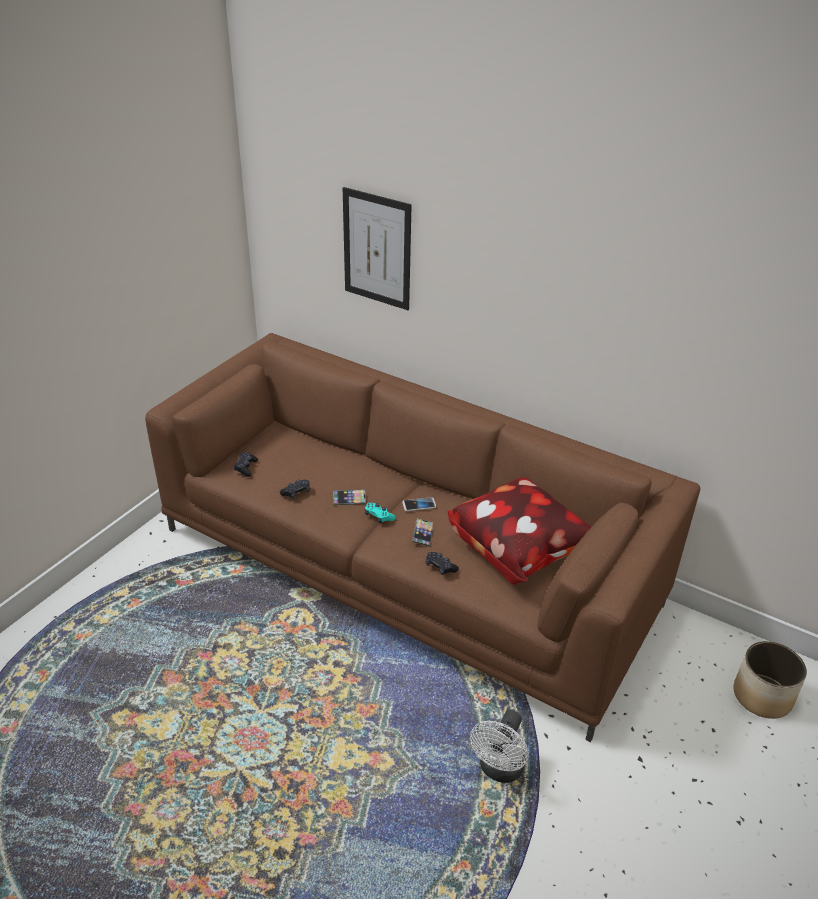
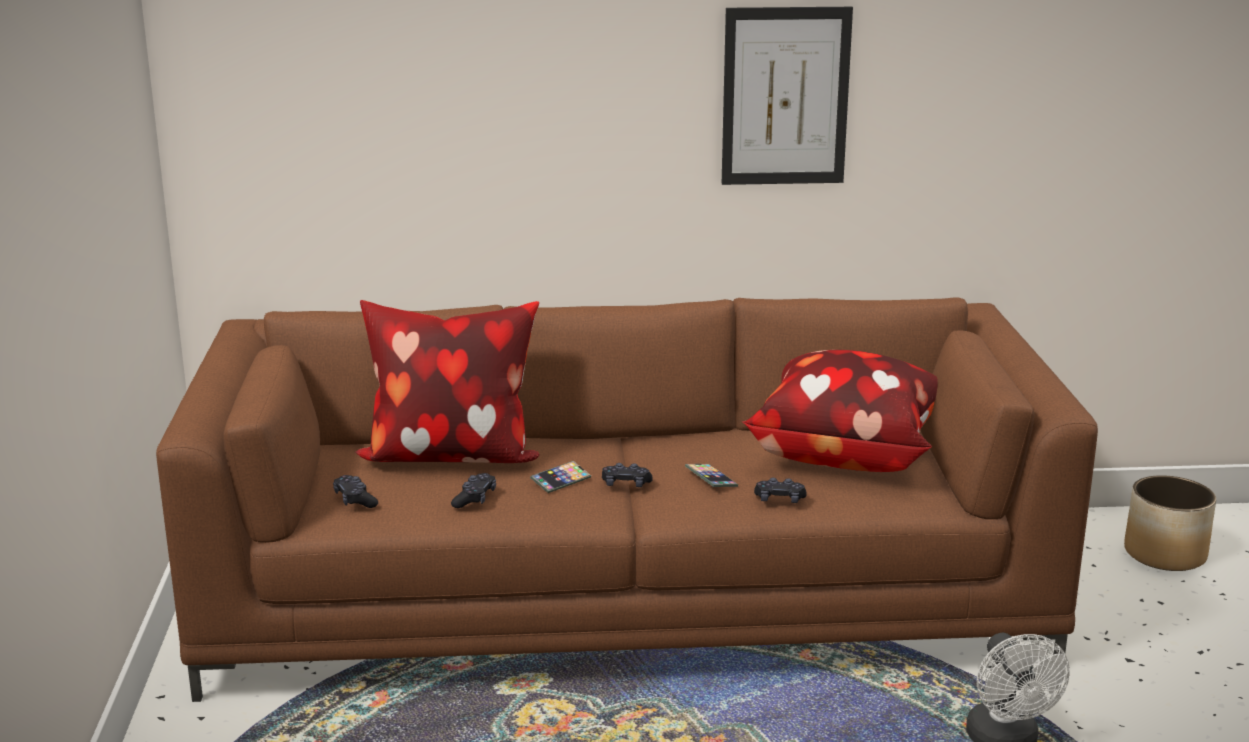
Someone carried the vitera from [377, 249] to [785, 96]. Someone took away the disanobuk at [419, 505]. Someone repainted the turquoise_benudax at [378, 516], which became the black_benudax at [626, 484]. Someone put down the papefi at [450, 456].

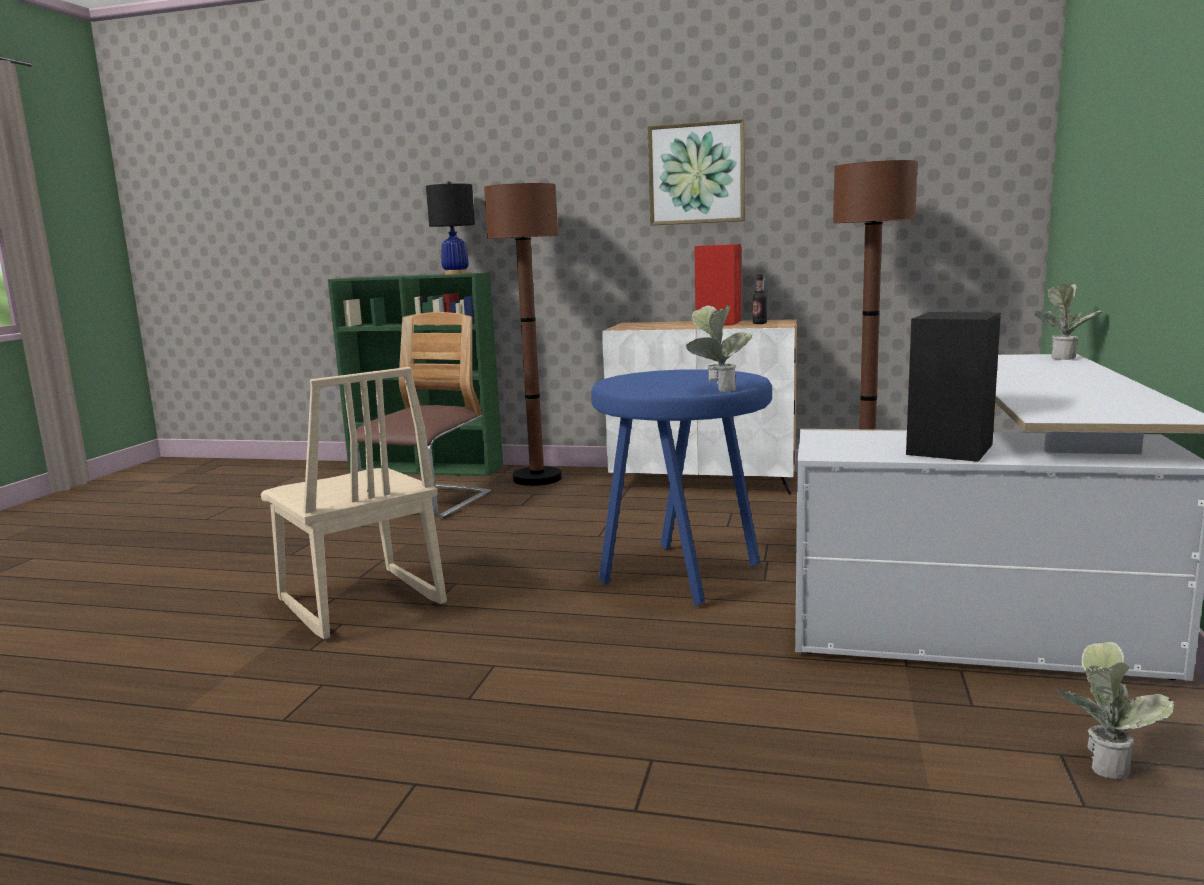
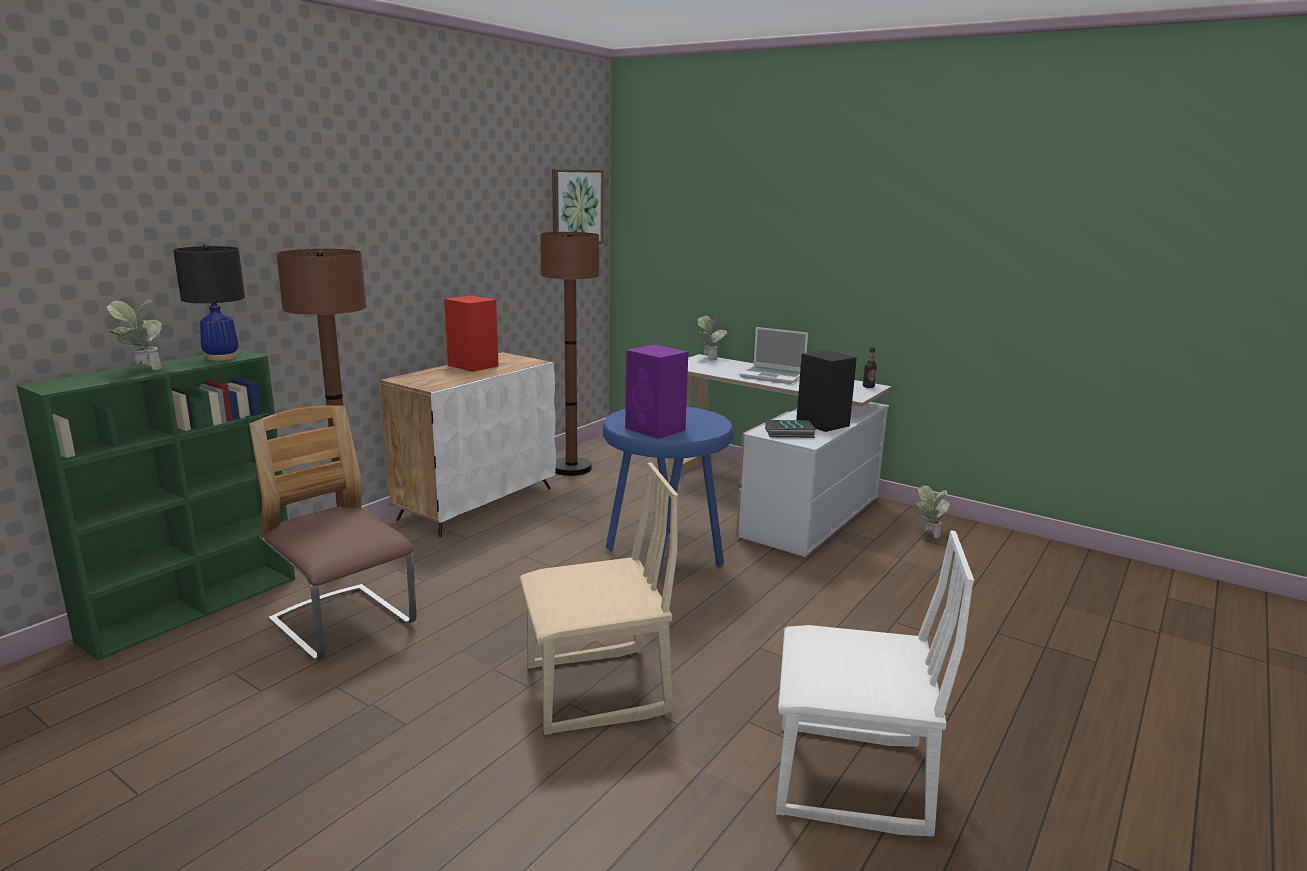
Someone carried the vitera from [696, 174] to [576, 207]. Someone carried the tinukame from [759, 323] to [868, 387]. Someone carried the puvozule from [717, 389] to [142, 369]. Someone put down the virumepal at [773, 376]. Someone put down the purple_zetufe at [656, 429]. Someone put down the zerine at [789, 433]. Someone put down the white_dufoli at [850, 780].

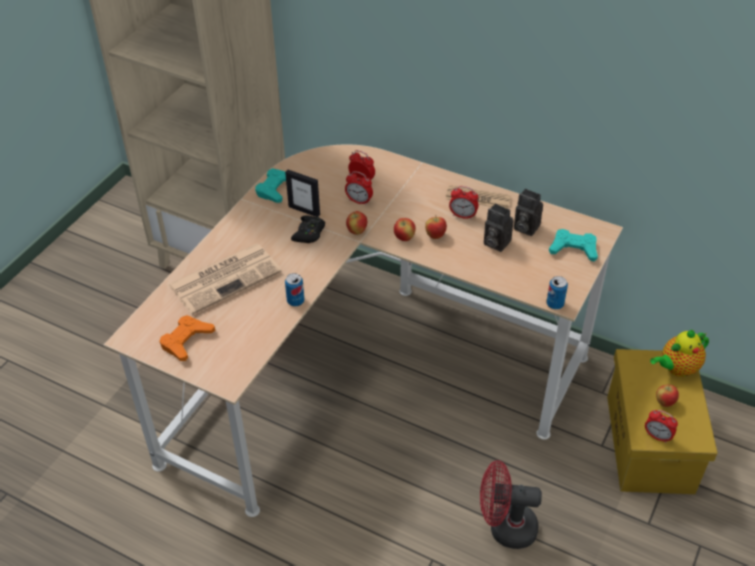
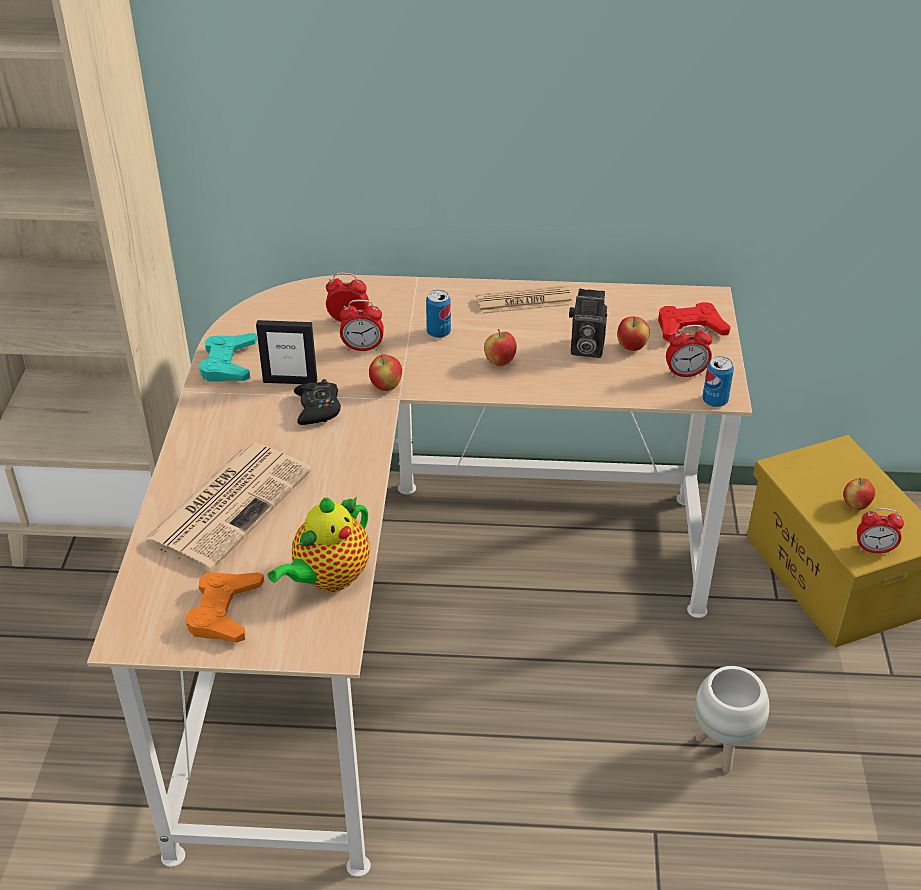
Someone carried the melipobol from [463, 216] to [685, 373]. Someone took away the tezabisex at [524, 227]. Someone carried the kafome from [404, 238] to [631, 347]. Someone repainted the turquoise_benudax at [573, 249], which became the red_benudax at [690, 328]. Someone carried the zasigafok from [295, 301] to [438, 332]. Someone carried the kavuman from [676, 368] to [328, 578]. Someone swapped the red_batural at [505, 528] for the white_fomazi at [723, 749].

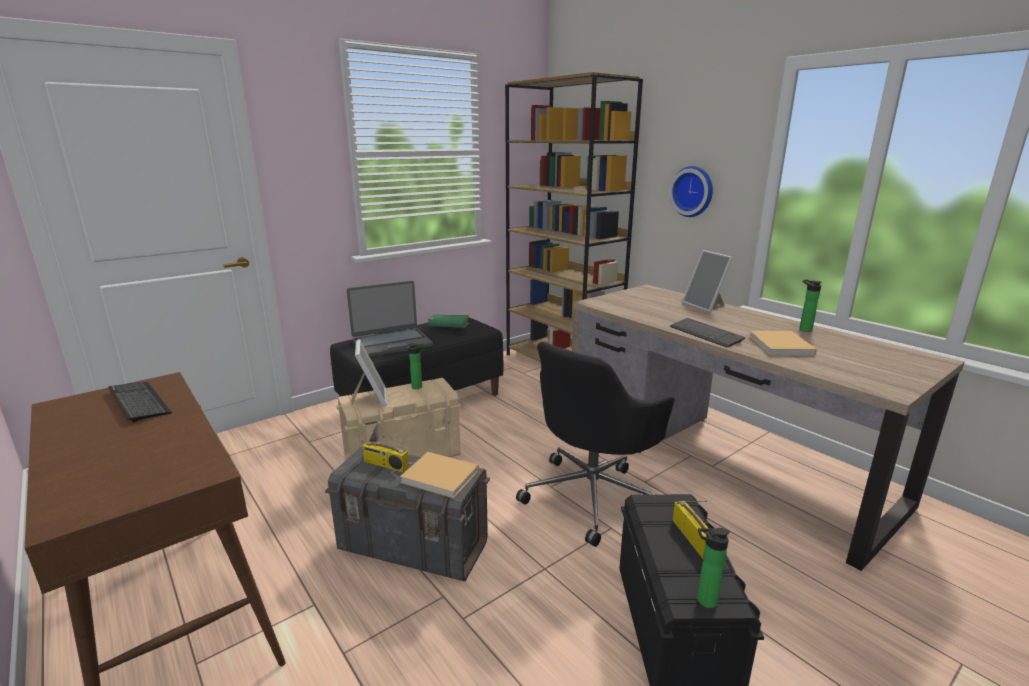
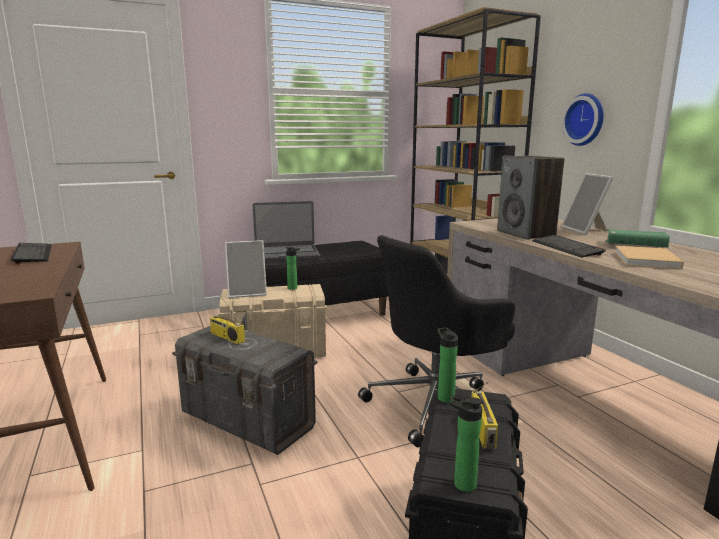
Someone carried the tinukame from [803, 329] to [444, 397]. Someone carried the green_zerine from [449, 327] to [635, 246]. Someone rotated the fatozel at [370, 399] by 75 degrees clockwise. Someone took away the beige_zerine at [442, 477]. Someone put down the zetufe at [526, 234].

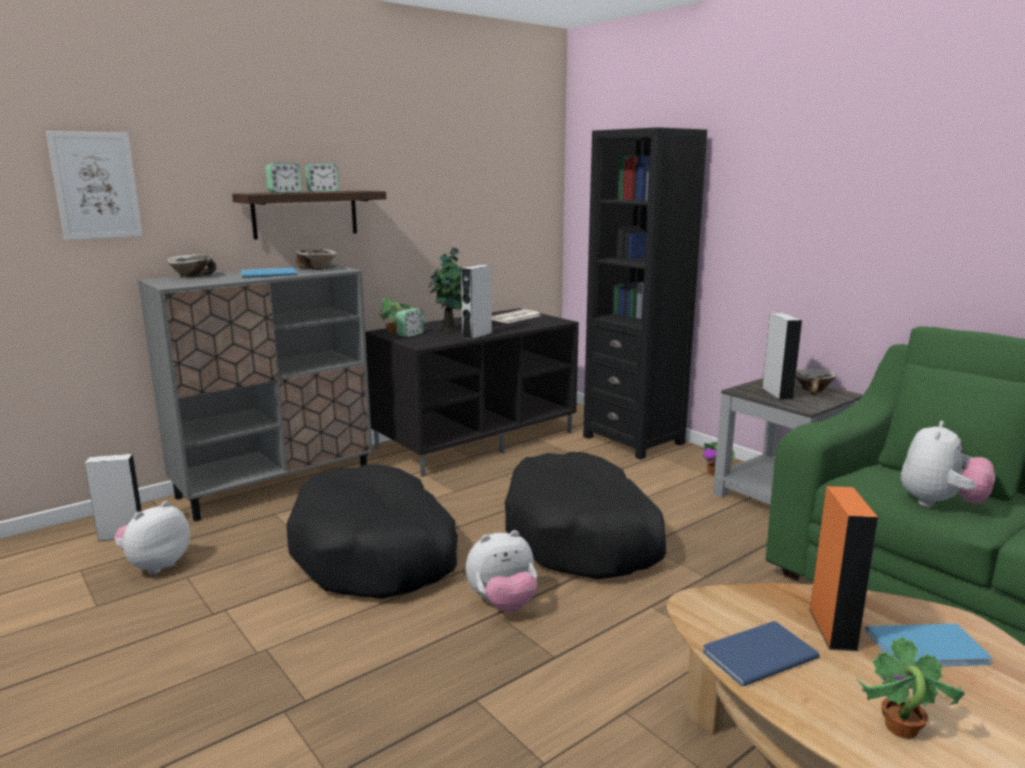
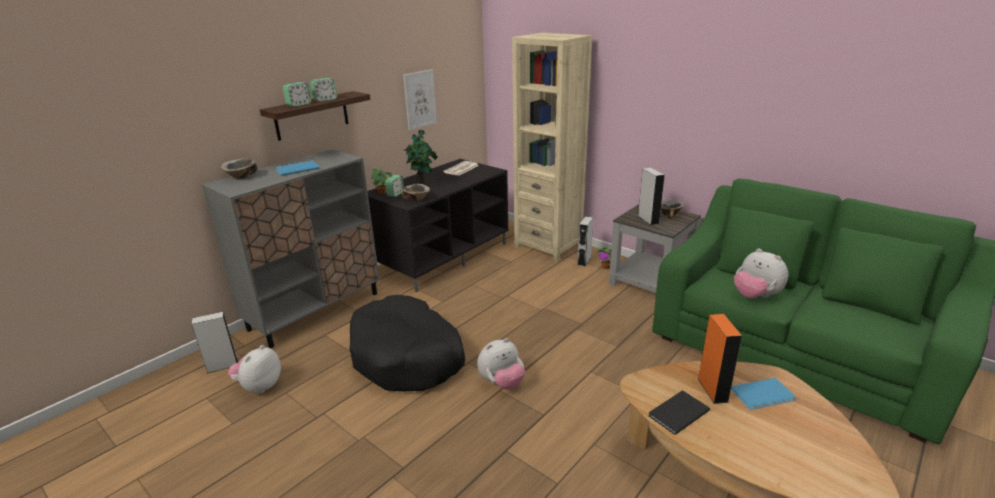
Someone repainted the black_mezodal at [633, 440], which became the beige_mezodal at [548, 246]. Someone carried the vitera from [96, 186] to [420, 99]. Someone carried the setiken from [317, 269] to [417, 199]. Someone carried the grey_zetufe from [477, 335] to [584, 261]. Someone rotated the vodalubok at [939, 504] by 120 degrees clockwise. Someone took away the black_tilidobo at [583, 536]. Someone repainted the blue_zerine at [755, 654], which became the black_zerine at [676, 413]. Someone took away the puvozule at [900, 728].

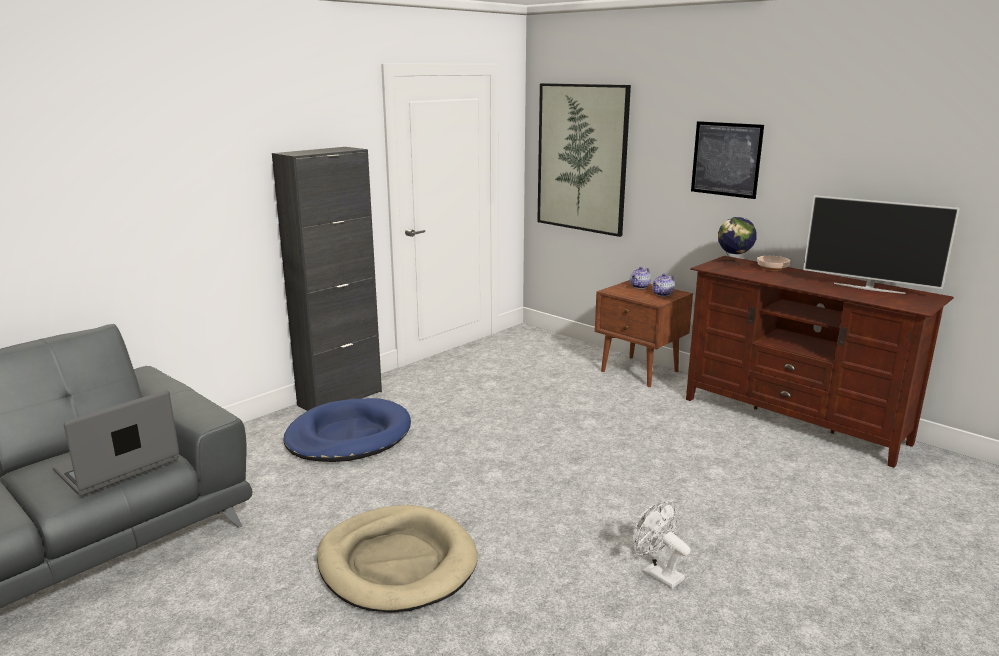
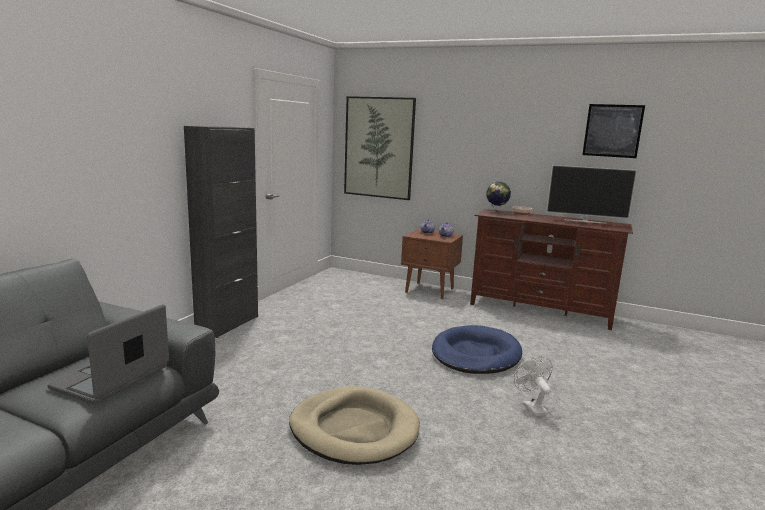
Someone carried the vitera from [726, 159] to [612, 131]. Someone carried the blue_tilidobo from [348, 436] to [475, 354]. Someone rotated the white_batural at [657, 573] by 45 degrees clockwise.

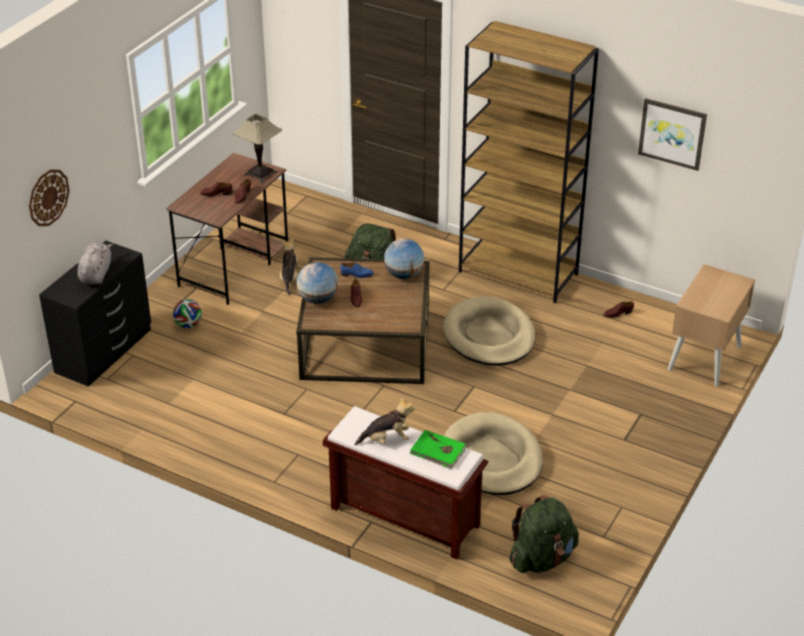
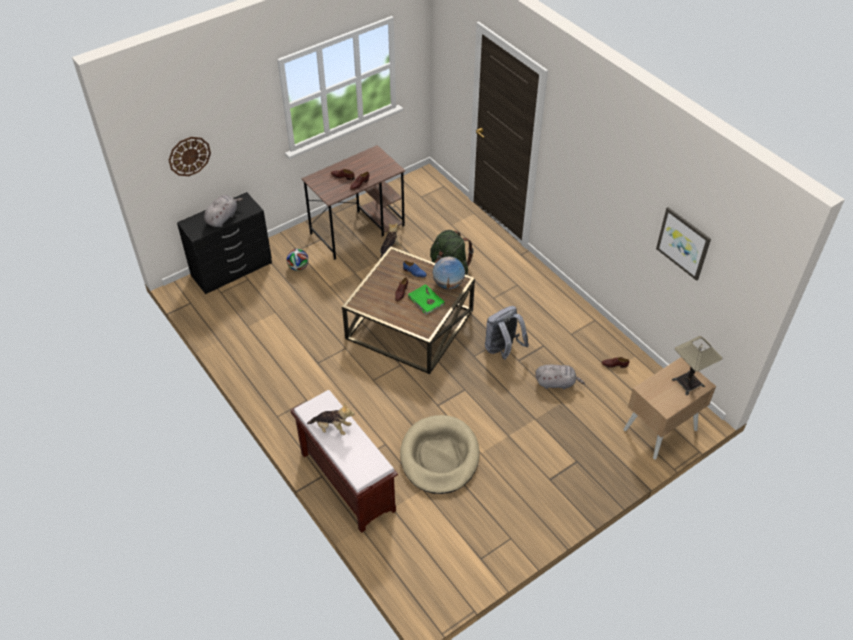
Someone took away the brown_mezodal at [519, 273]. Someone carried the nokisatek from [260, 173] to [688, 382]. Someone took away the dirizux at [318, 299]. Someone swapped the beige_tilidobo at [489, 336] for the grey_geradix at [503, 350]. Someone carried the green_zerine from [438, 451] to [426, 301]. Someone took away the green_geradix at [542, 558]. Someone put down the grey_vodalubok at [556, 383].

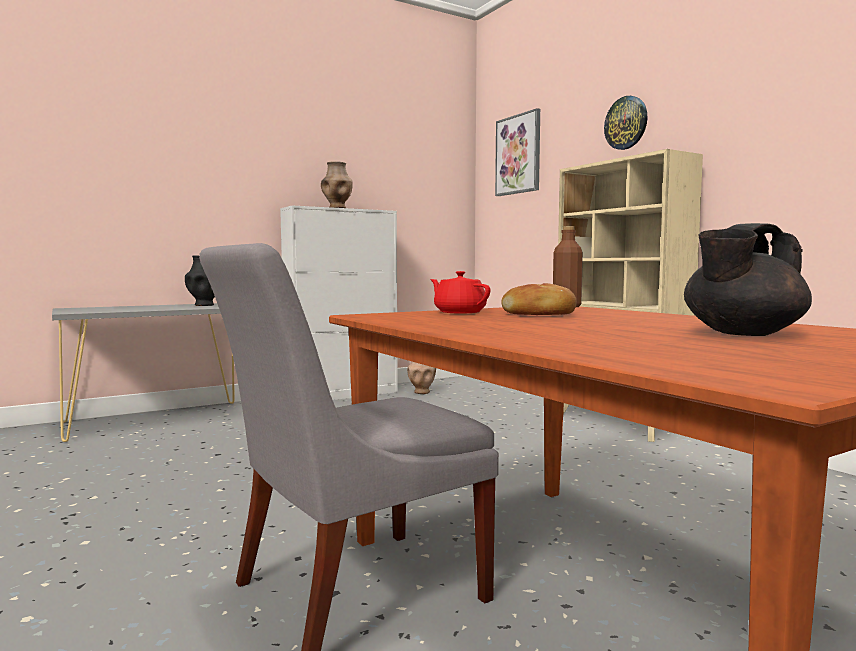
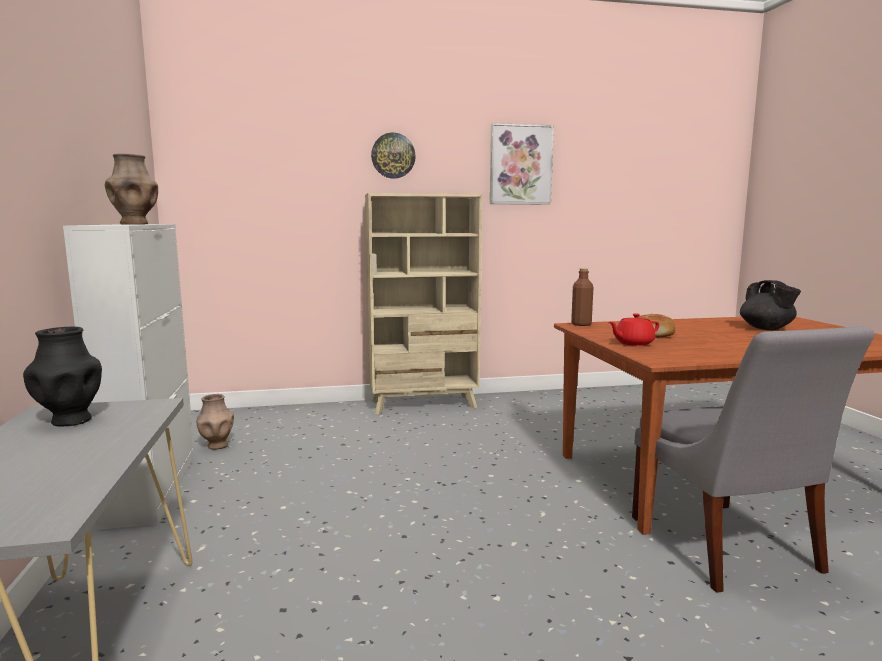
Someone carried the vitera from [518, 154] to [520, 165].

